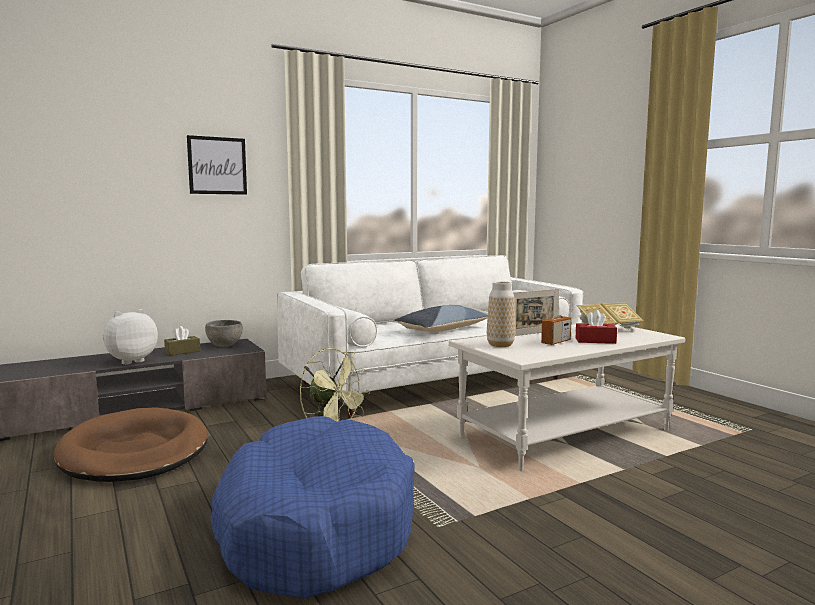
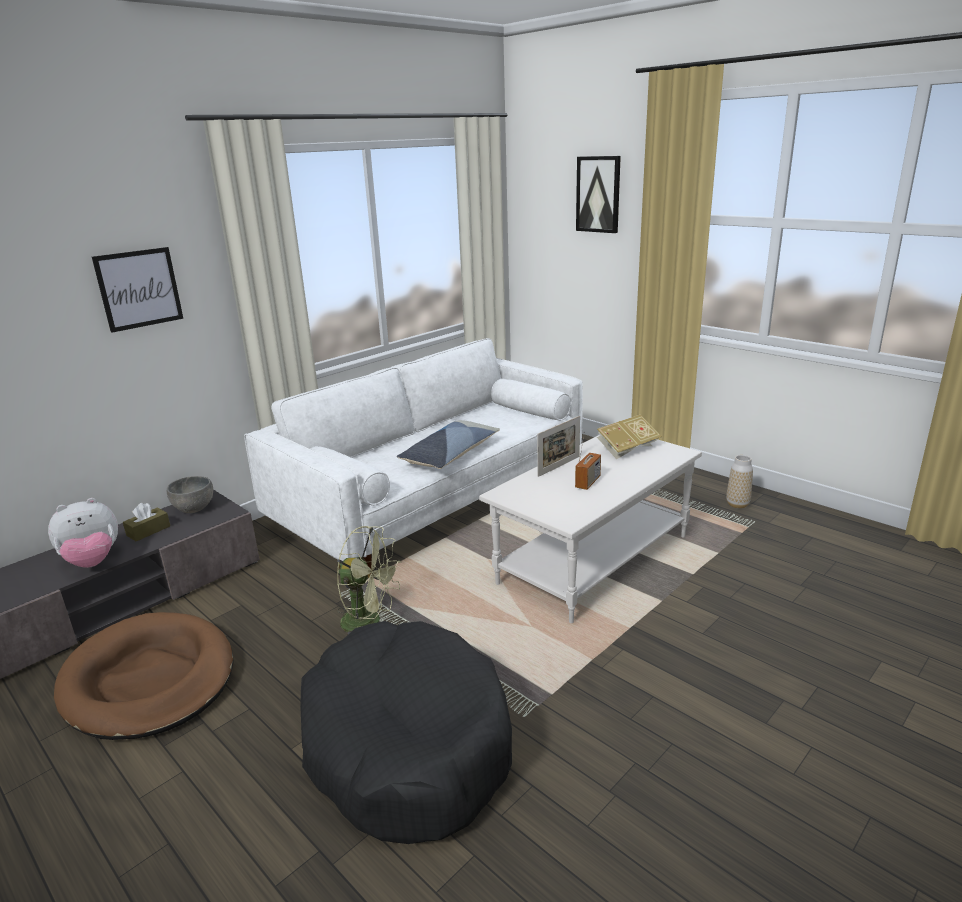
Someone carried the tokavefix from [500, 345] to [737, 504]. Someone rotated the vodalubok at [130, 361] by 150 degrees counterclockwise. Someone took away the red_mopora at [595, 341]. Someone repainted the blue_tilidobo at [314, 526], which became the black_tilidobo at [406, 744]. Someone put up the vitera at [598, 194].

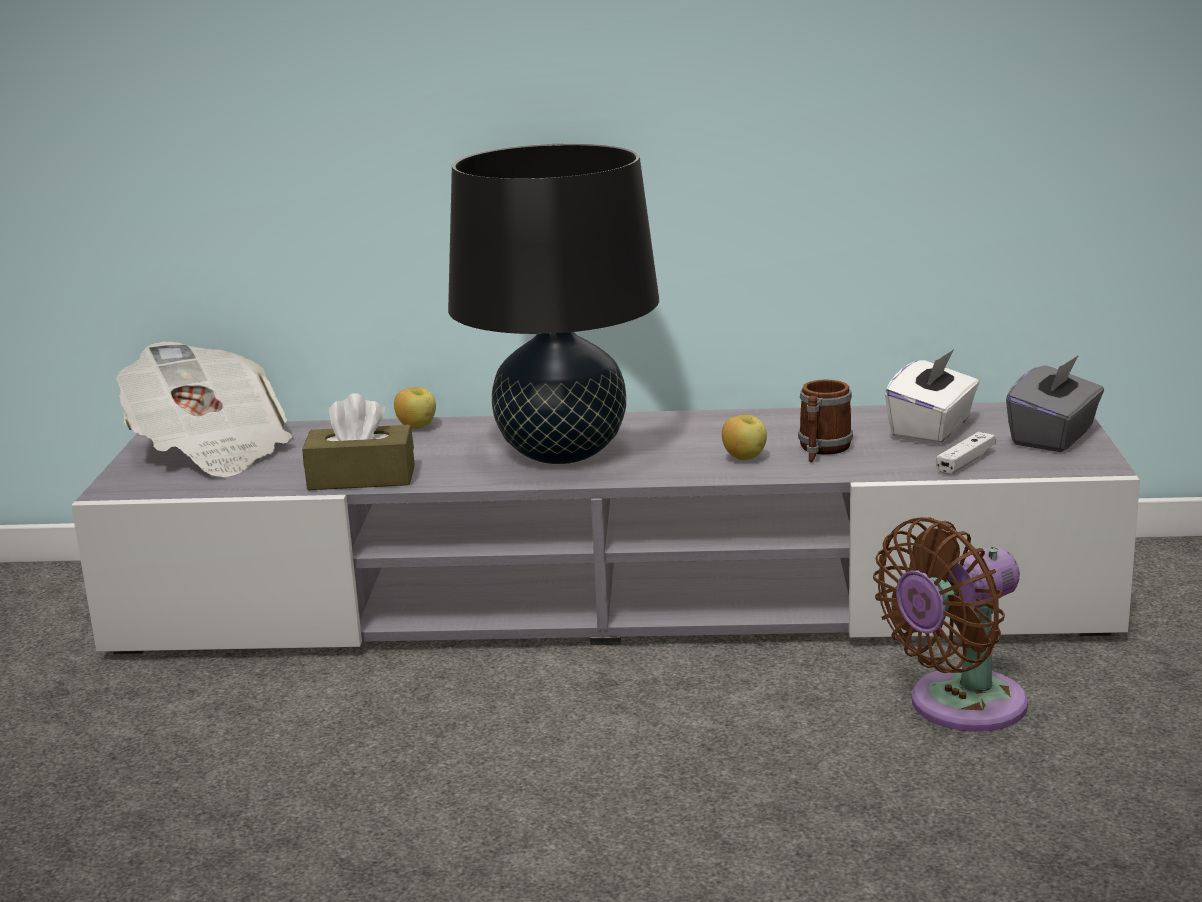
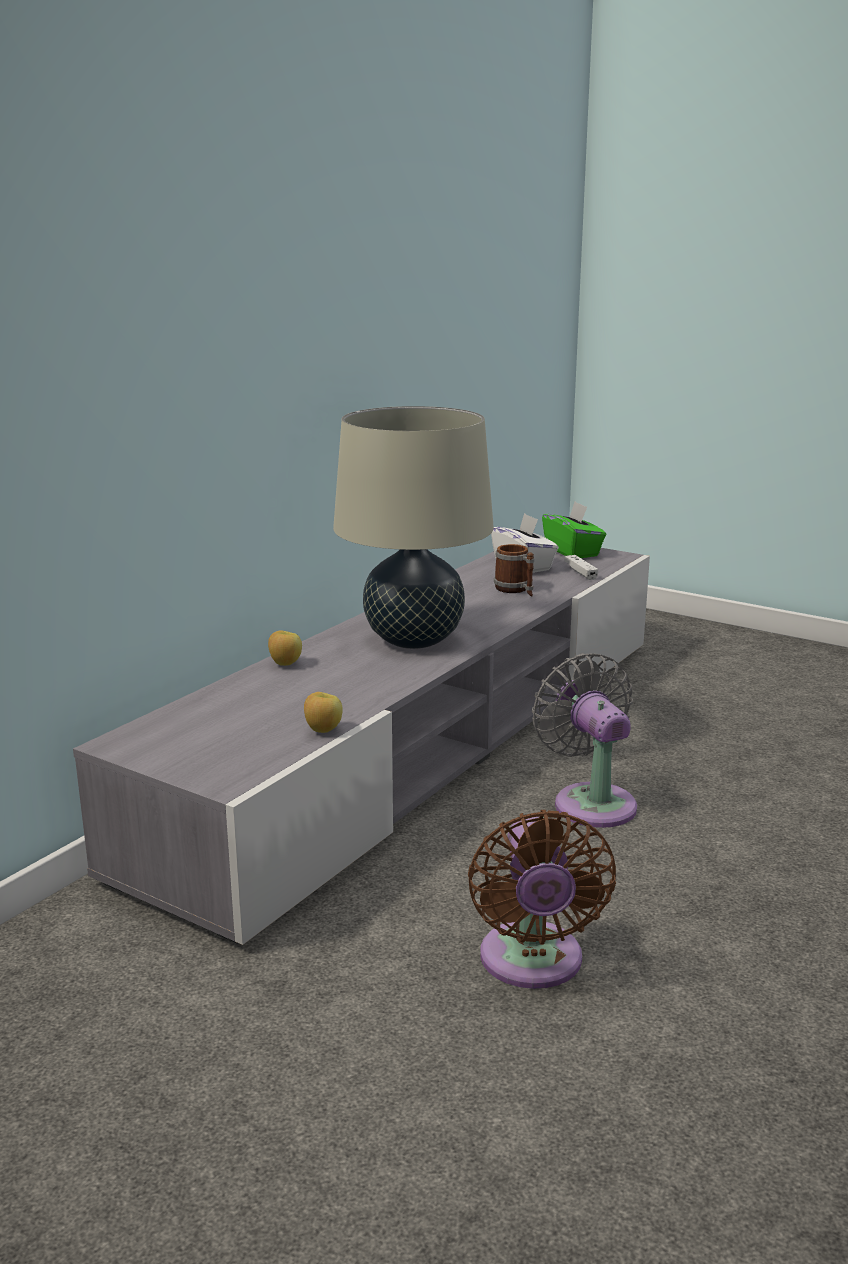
Someone repainted the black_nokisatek at [561, 453], which became the beige_nokisatek at [413, 640]. Someone took away the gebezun at [210, 450]. Someone repainted the grey_mopora at [1054, 437], which became the green_mopora at [573, 552]. Someone took away the brown_mopora at [361, 478]. Someone carried the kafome from [744, 458] to [322, 730]. Someone carried the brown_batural from [958, 706] to [532, 964]. Someone put down the grey_batural at [590, 802].

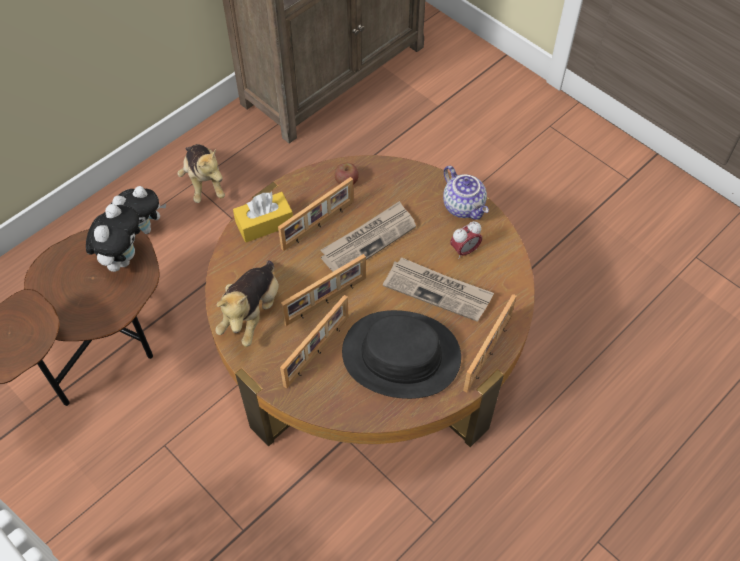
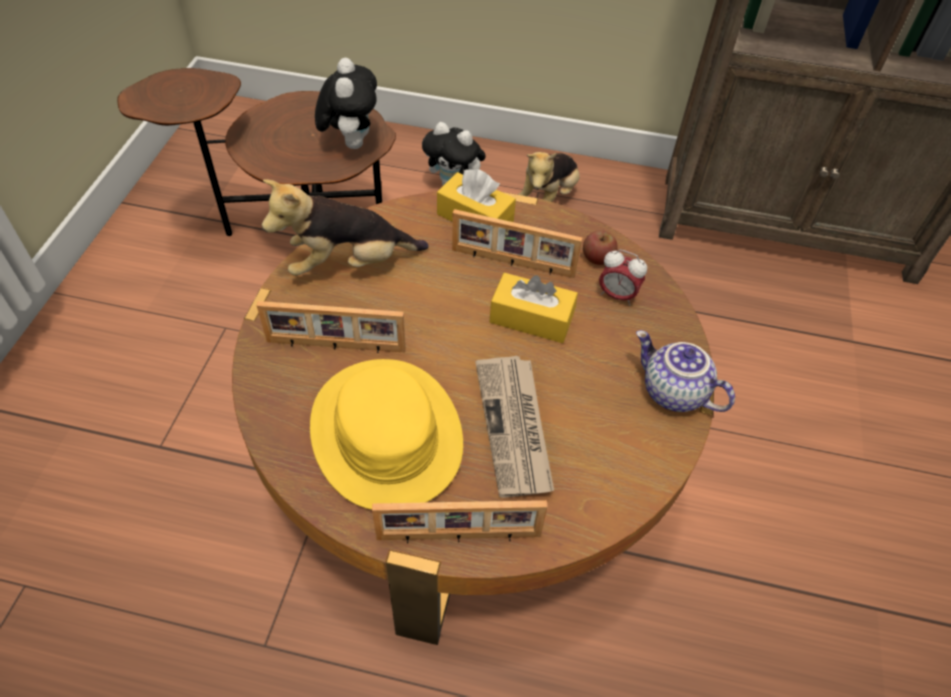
Someone rotated the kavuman at [464, 206] by 105 degrees clockwise. Someone swapped the gebezun at [368, 240] for the yellow_mopora at [531, 318]. Someone rotated the vodalubok at [122, 258] by 75 degrees counterclockwise. Someone carried the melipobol from [464, 251] to [617, 295]. Someone took away the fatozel at [326, 301]. Someone repainted the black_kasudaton at [401, 355], which became the yellow_kasudaton at [385, 434].

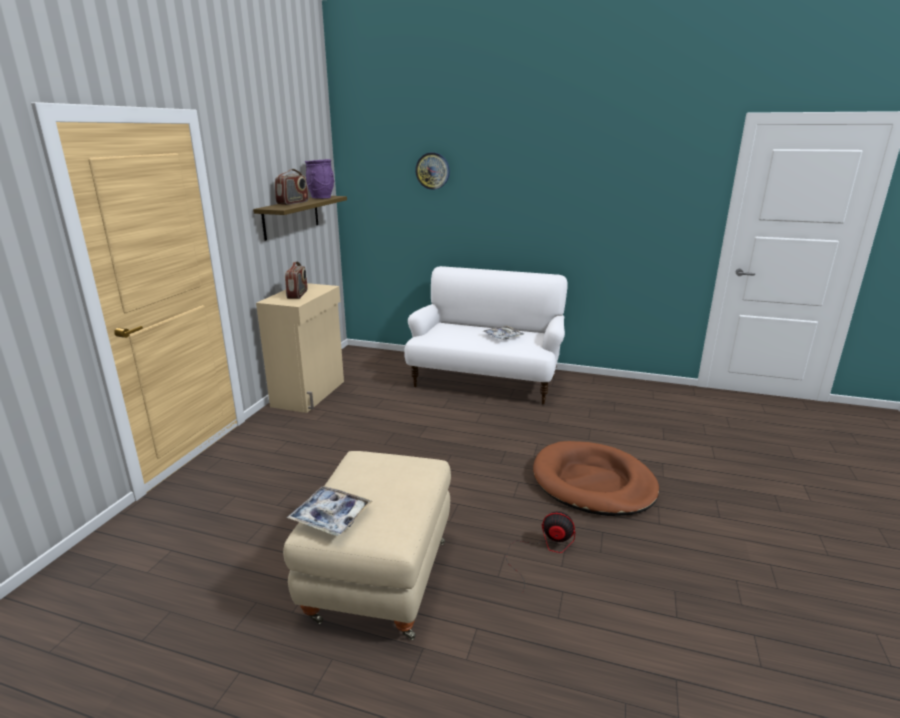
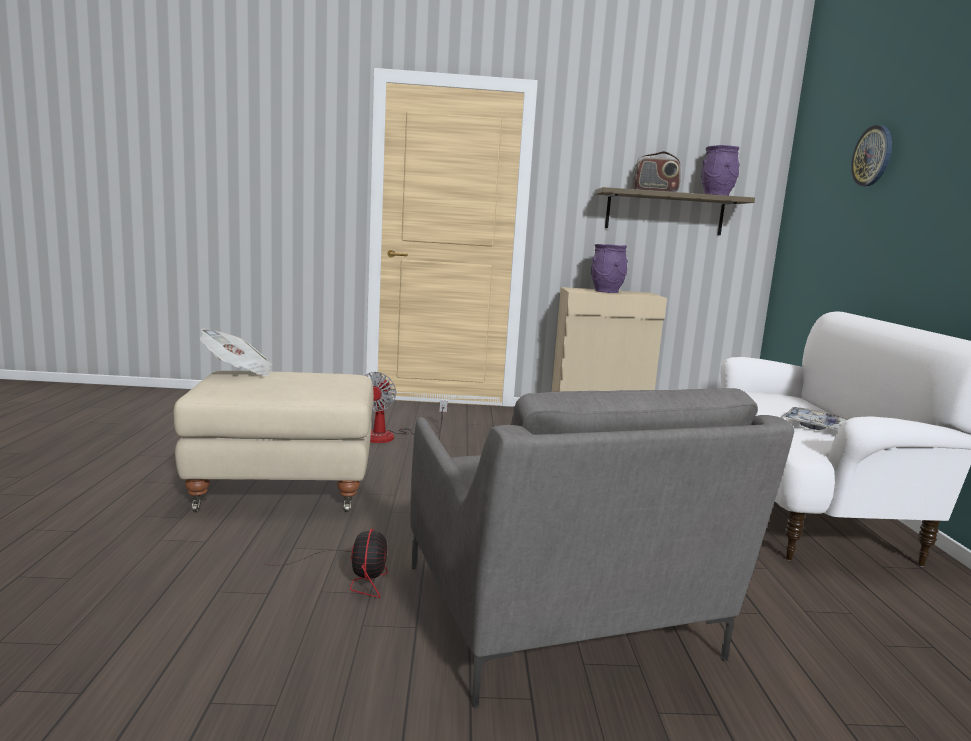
Someone swapped the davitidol at [298, 294] for the purple_tokavefix at [607, 291]. Someone swapped the brown_tilidobo at [593, 483] for the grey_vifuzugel at [558, 617]. Someone swapped the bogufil at [331, 516] for the gebezun at [238, 371]. Someone put down the batural at [390, 436].

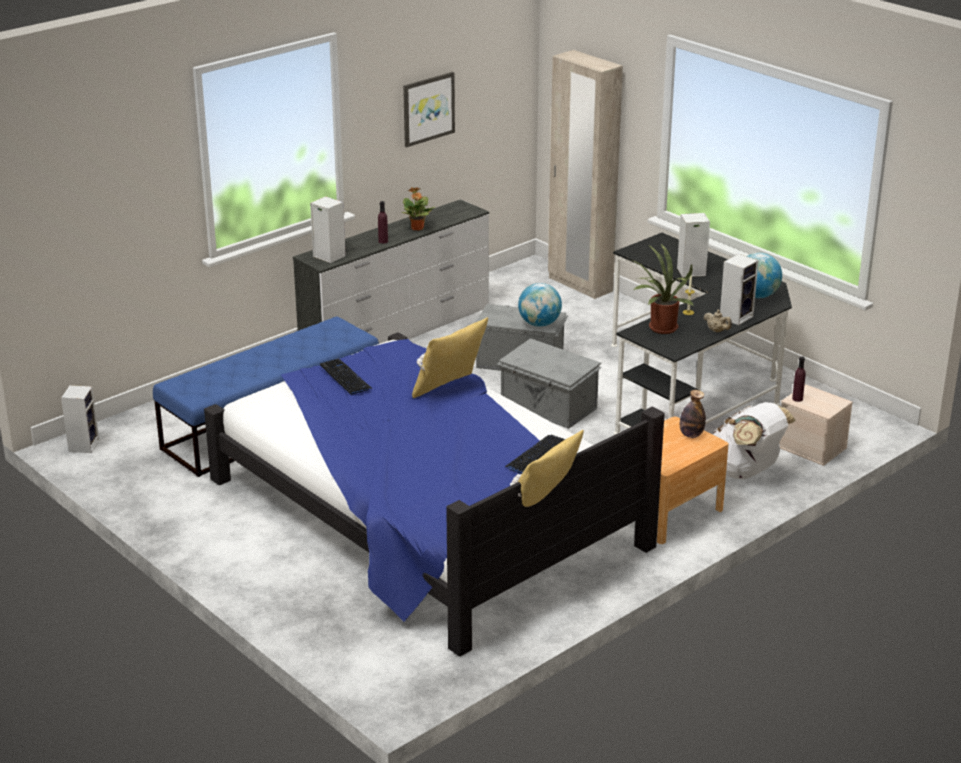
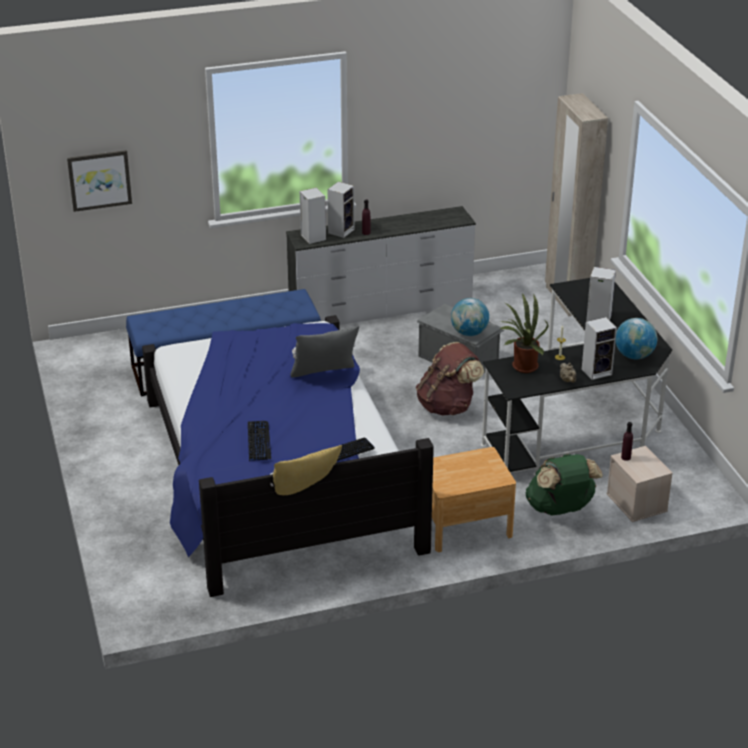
Someone carried the vitera from [428, 108] to [99, 180]. Someone took away the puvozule at [417, 228]. Someone repainted the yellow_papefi at [450, 390], which became the grey_papefi at [325, 377]. Someone swapped the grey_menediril at [548, 406] for the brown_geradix at [447, 406]. Someone carried the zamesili from [345, 377] to [258, 441]. Someone carried the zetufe from [83, 445] to [341, 230]. Someone took away the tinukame at [691, 435]. Someone repainted the white_geradix at [746, 472], which became the green_geradix at [560, 509].

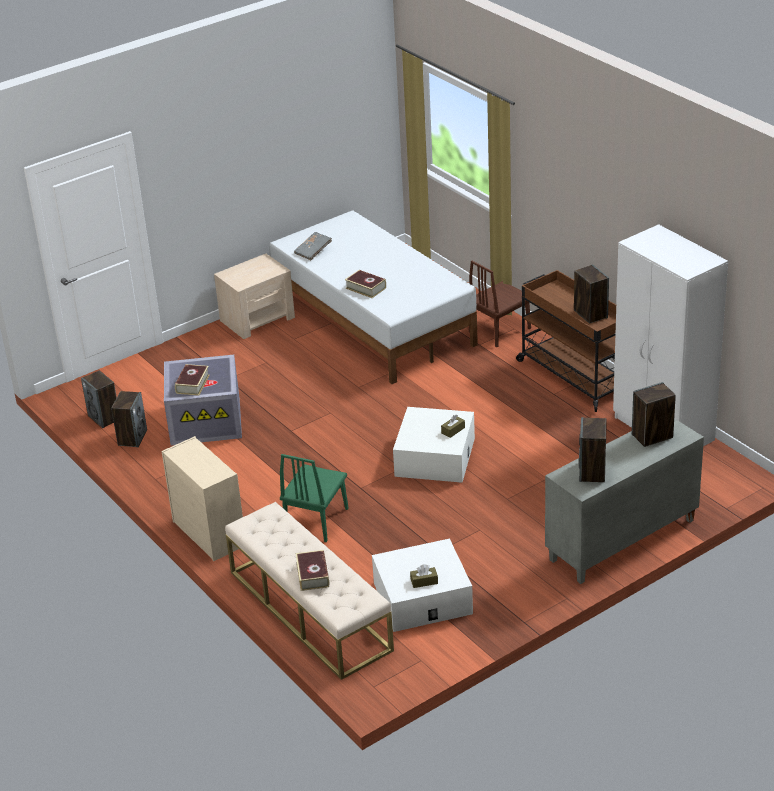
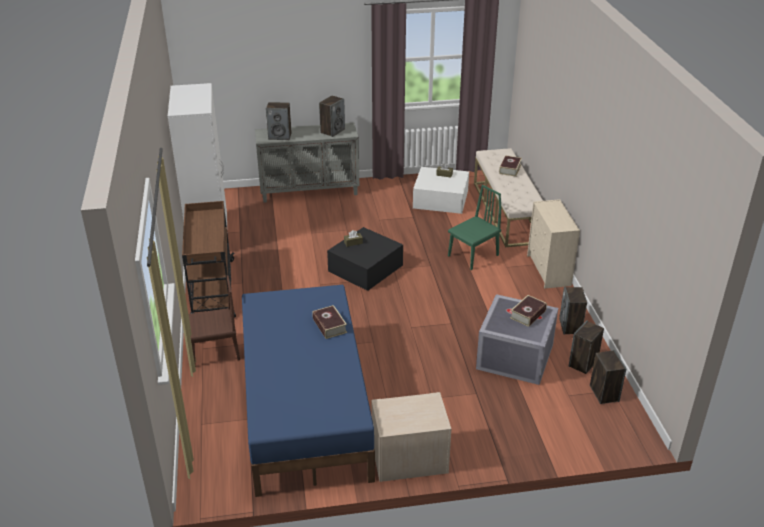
Someone repainted the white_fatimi at [373, 320], which became the blue_fatimi at [304, 407]. Someone took away the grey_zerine at [313, 251]. Someone carried the zetufe from [590, 314] to [570, 326]. Someone repainted the white_menediril at [435, 457], which became the black_menediril at [365, 268].

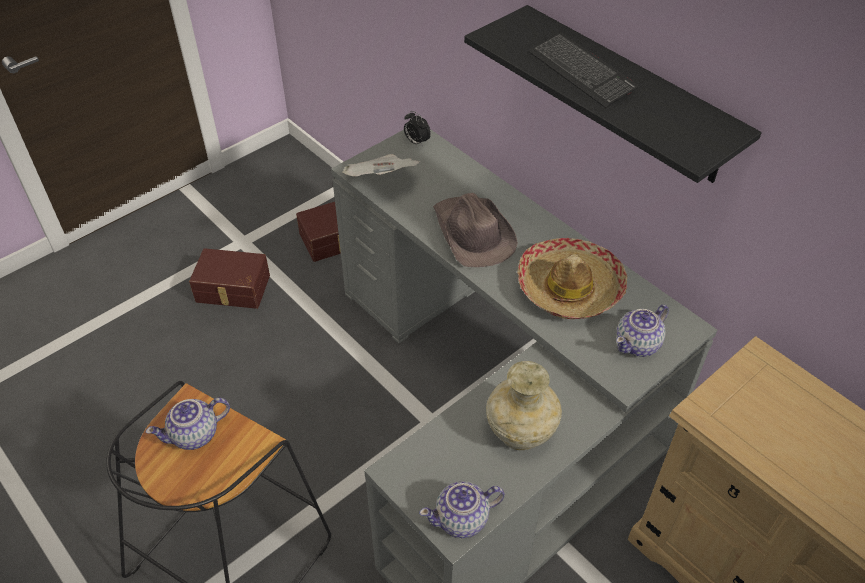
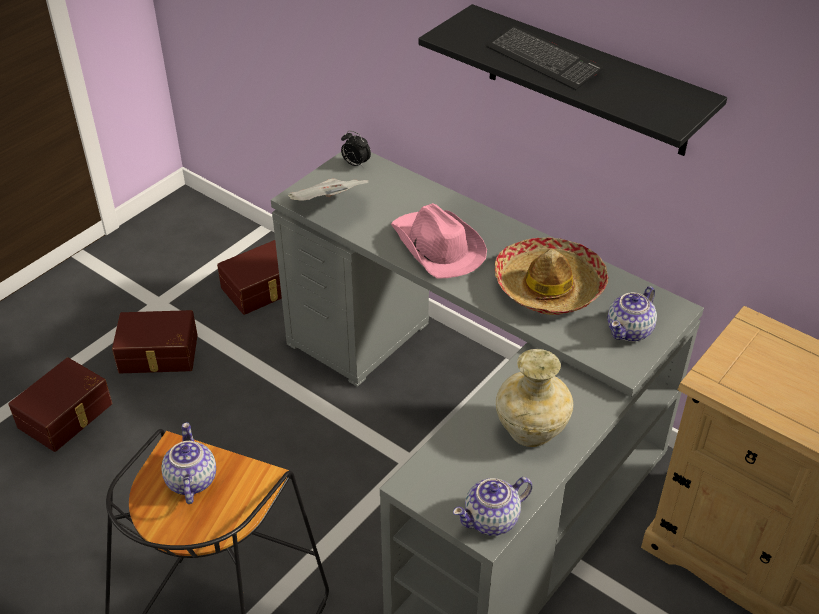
Someone repainted the brown_kasudaton at [472, 233], which became the pink_kasudaton at [437, 246]. Someone rotated the kavuman at [194, 436] by 120 degrees clockwise. Someone put down the brown_menediril at [67, 416].

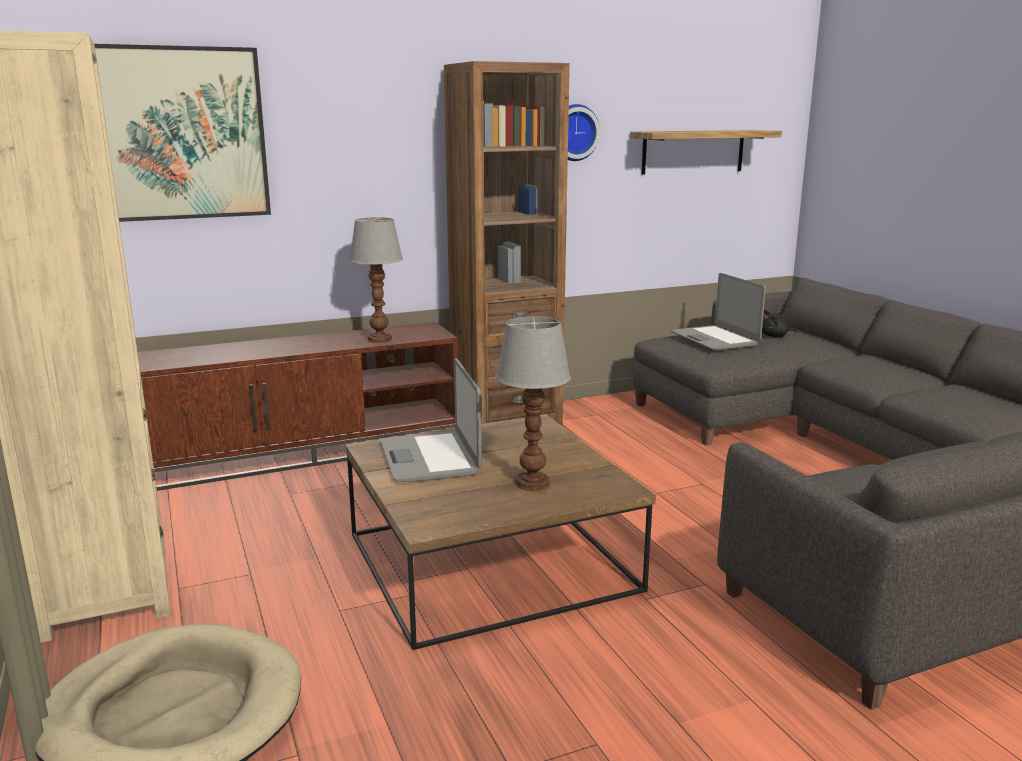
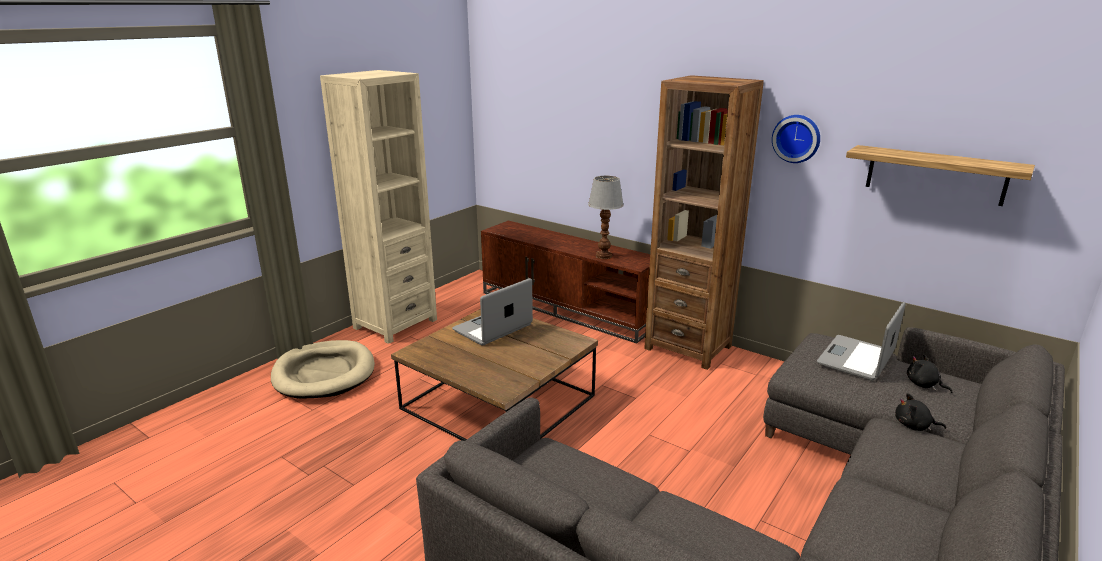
Someone took away the vitera at [177, 134]. Someone took away the nokisatek at [531, 484]. Someone put down the black_vodalubok at [914, 426].

